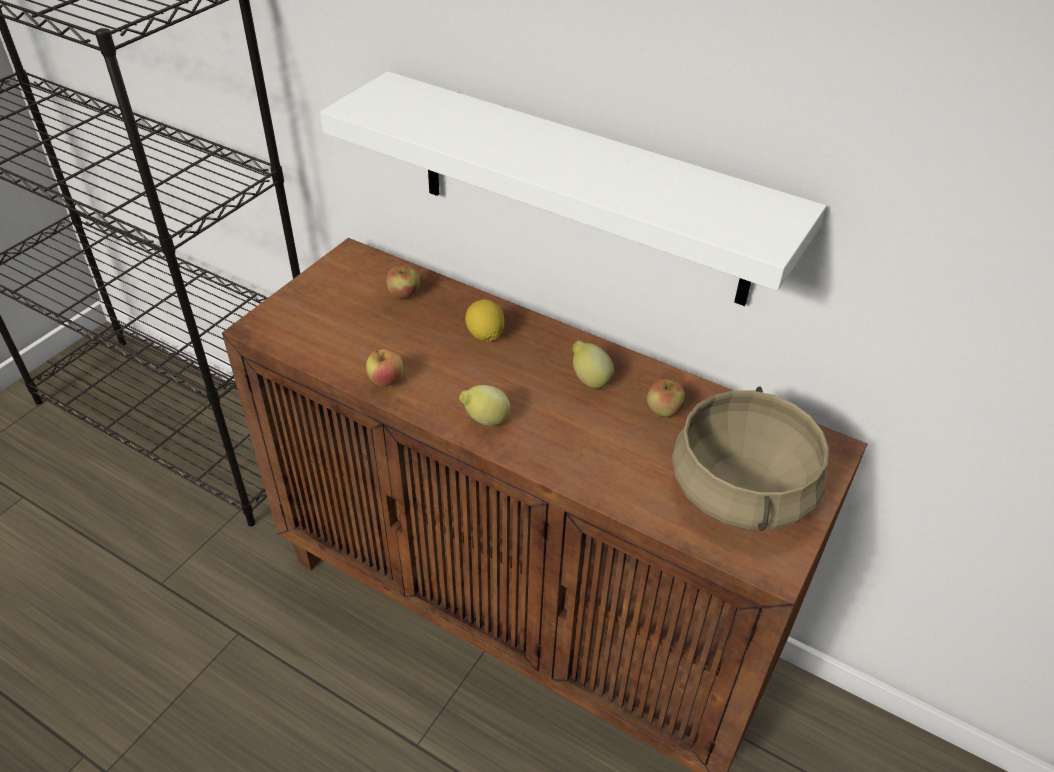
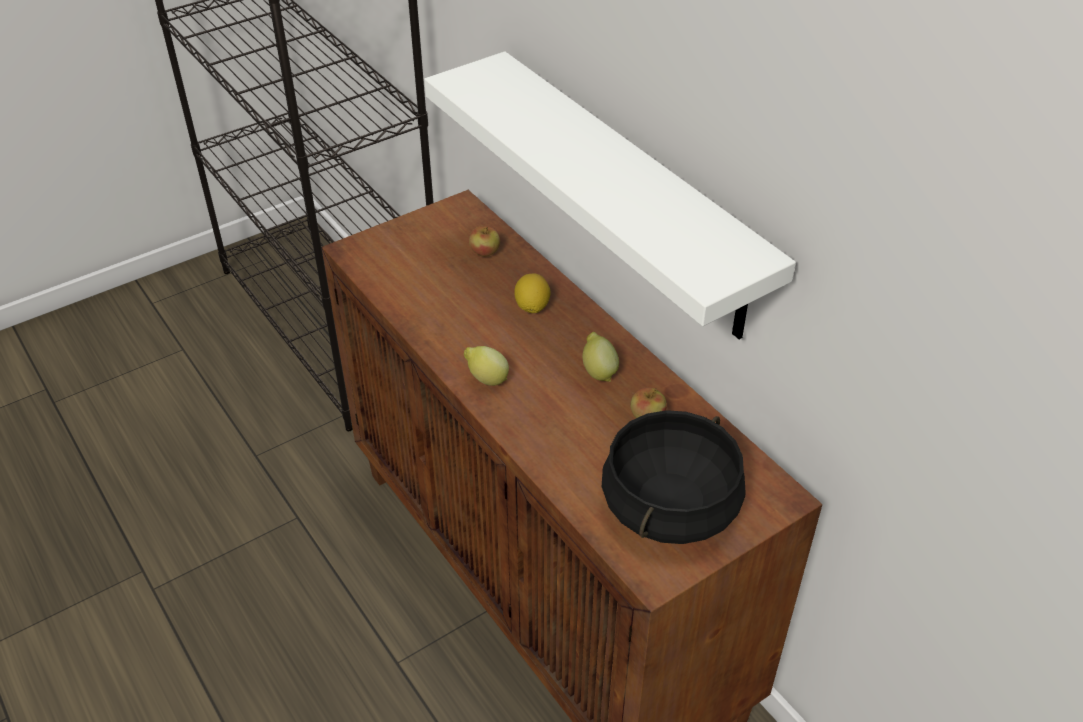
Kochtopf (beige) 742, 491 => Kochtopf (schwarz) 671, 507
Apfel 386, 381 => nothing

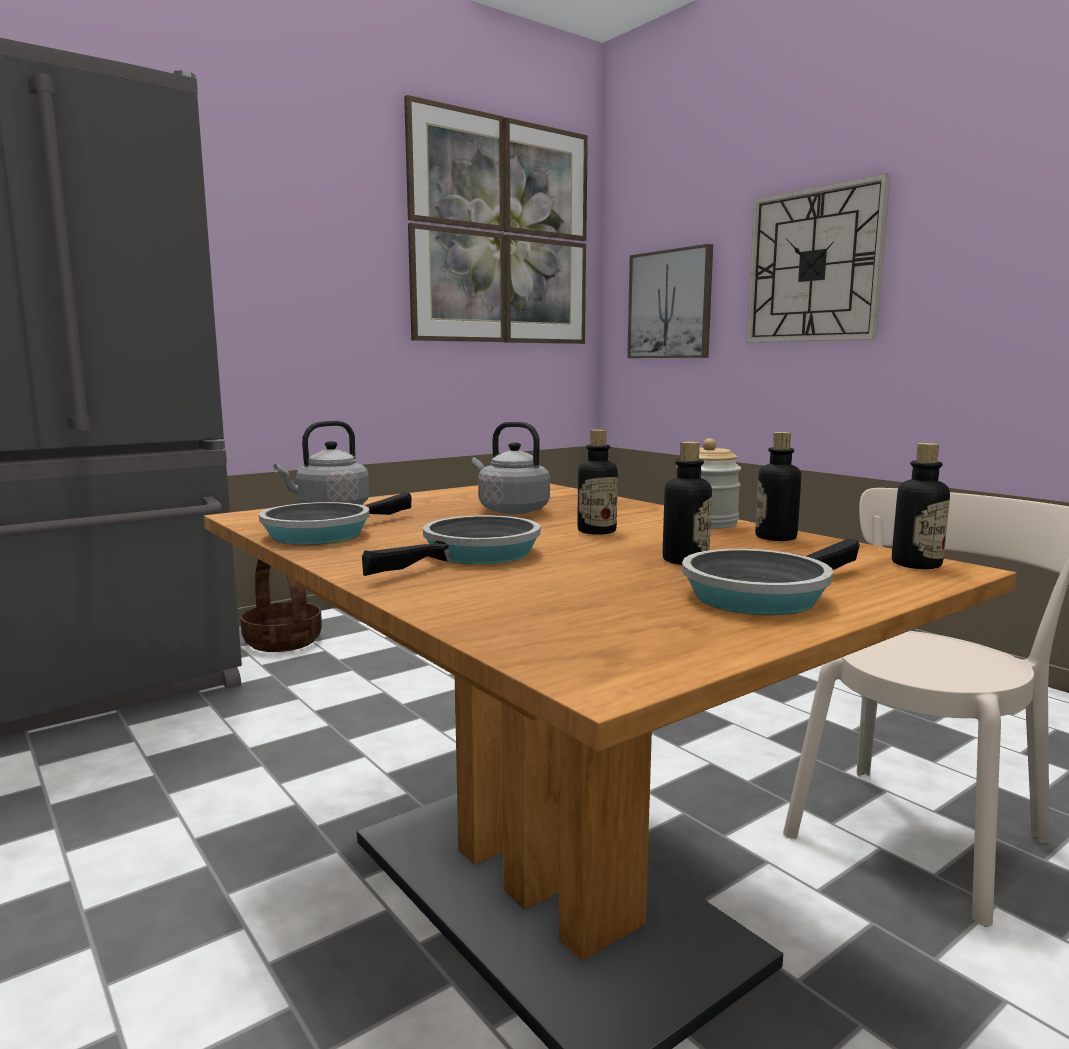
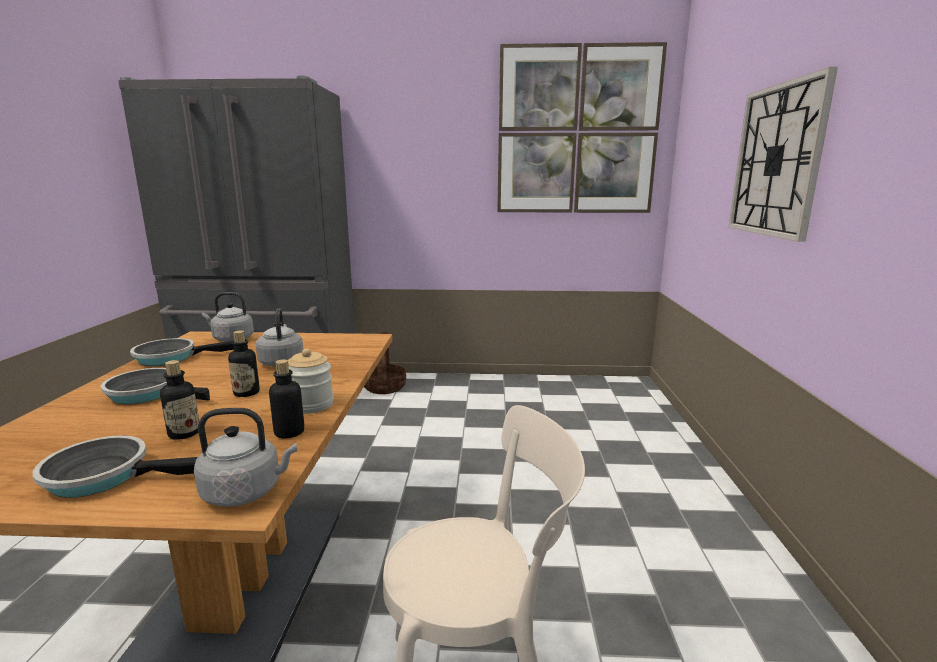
Pfanne 474, 555 => Pfanne 149, 393, 150 degrees counterclockwise
Flasche 916, 564 => Wasserkessel (grau) 246, 492
Bild 670, 304 => nothing

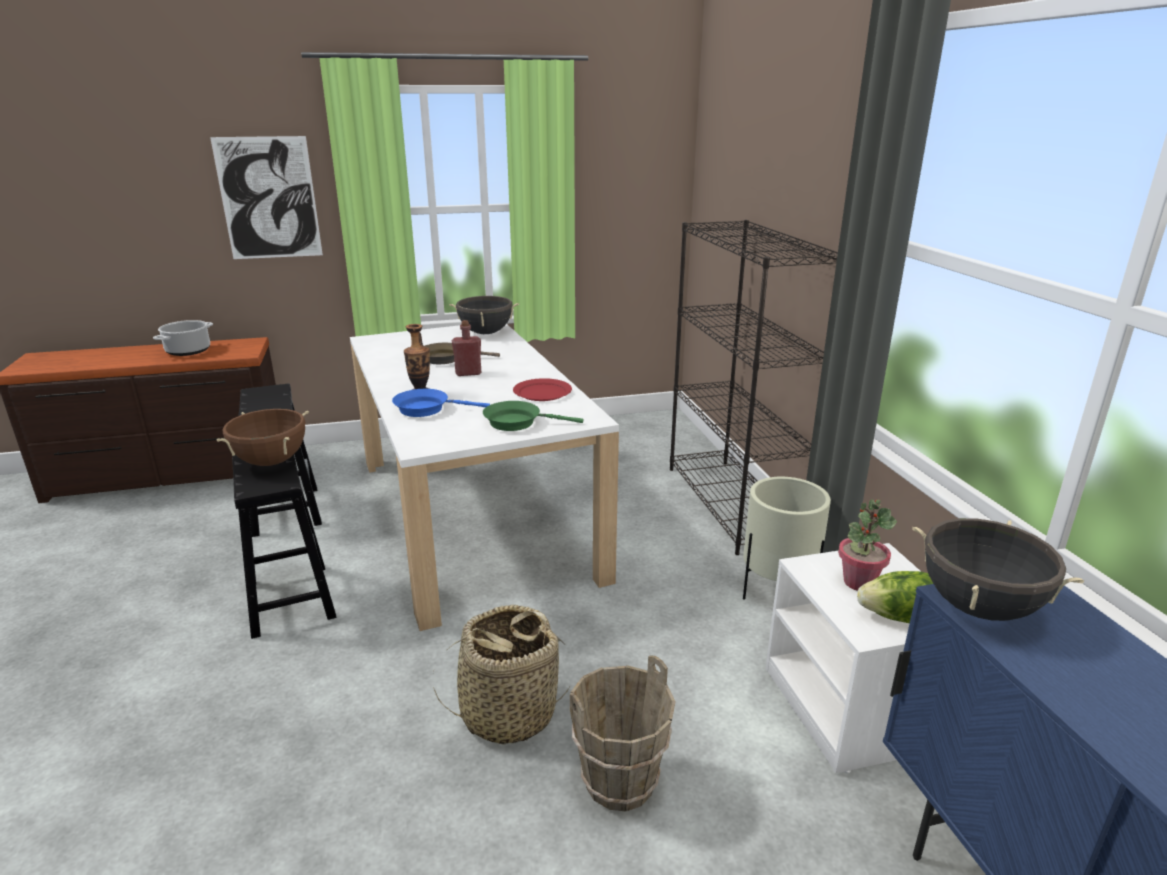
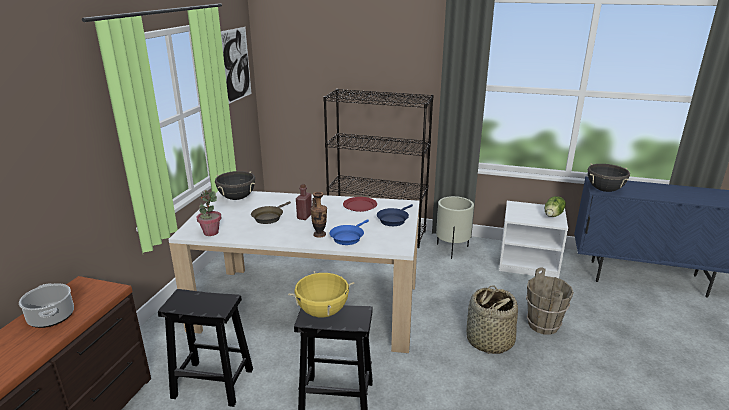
Topfpflanze 858, 582 => Topfpflanze 211, 232, relocated
Bild 269, 198 => Bild 236, 64, relocated
Kochtopf (braun) 271, 462 => Kochtopf (gelb) 323, 312
Pfanne (grün) 517, 422 => Pfanne (blau) 393, 219

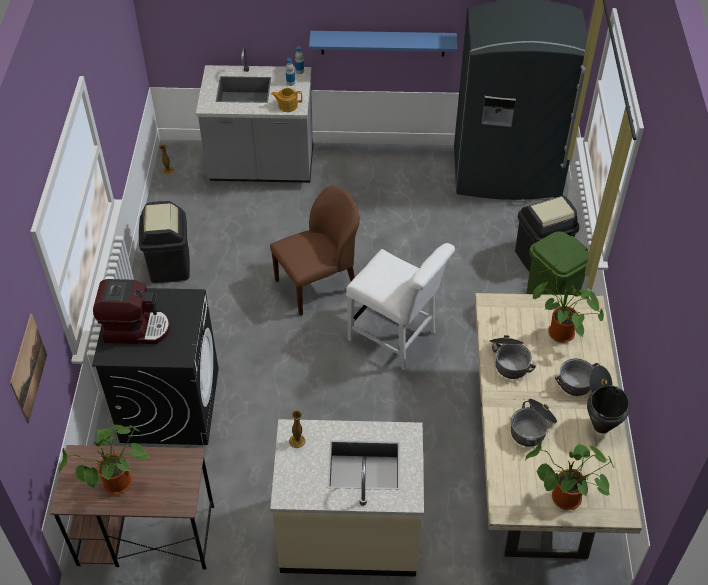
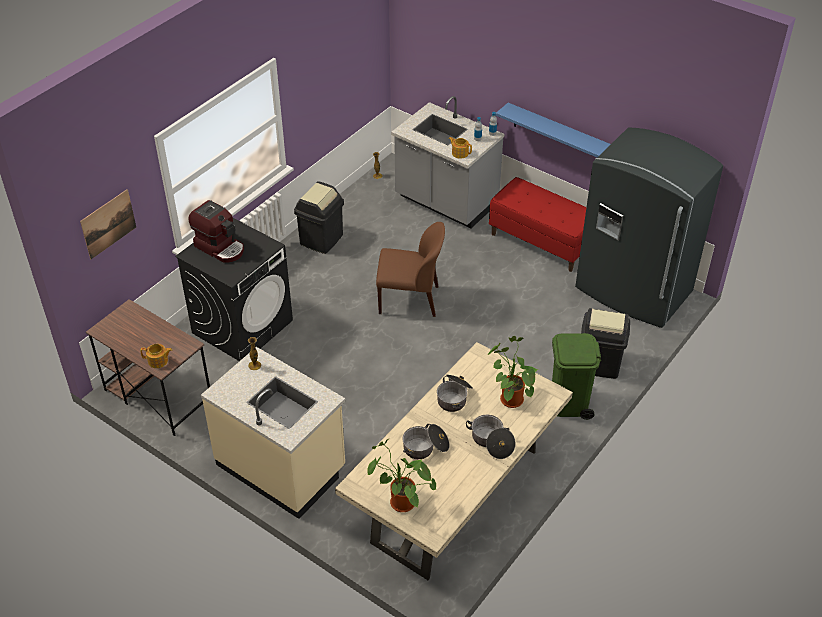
nothing => Teekanne 158, 361
nothing => Bank (rot) 541, 242
Topfpflanze 116, 486 => nothing
Stuhl (weiß) 396, 338 => nothing
Kochtopf (schwarz) 602, 426 => nothing

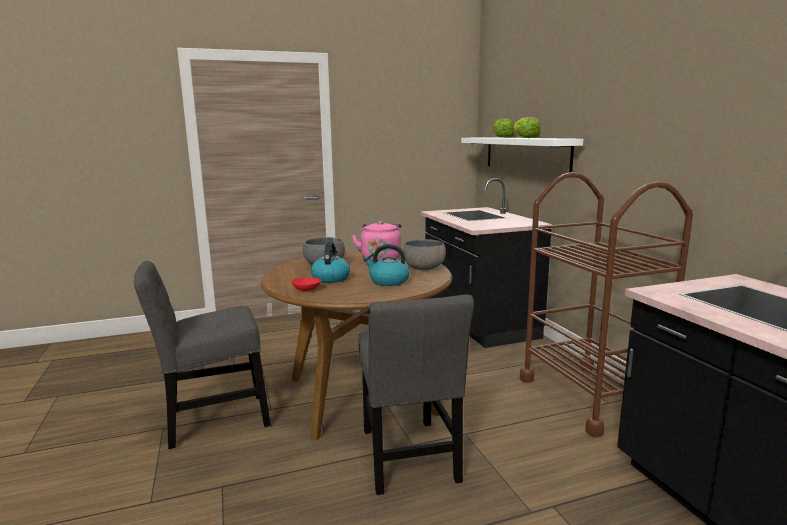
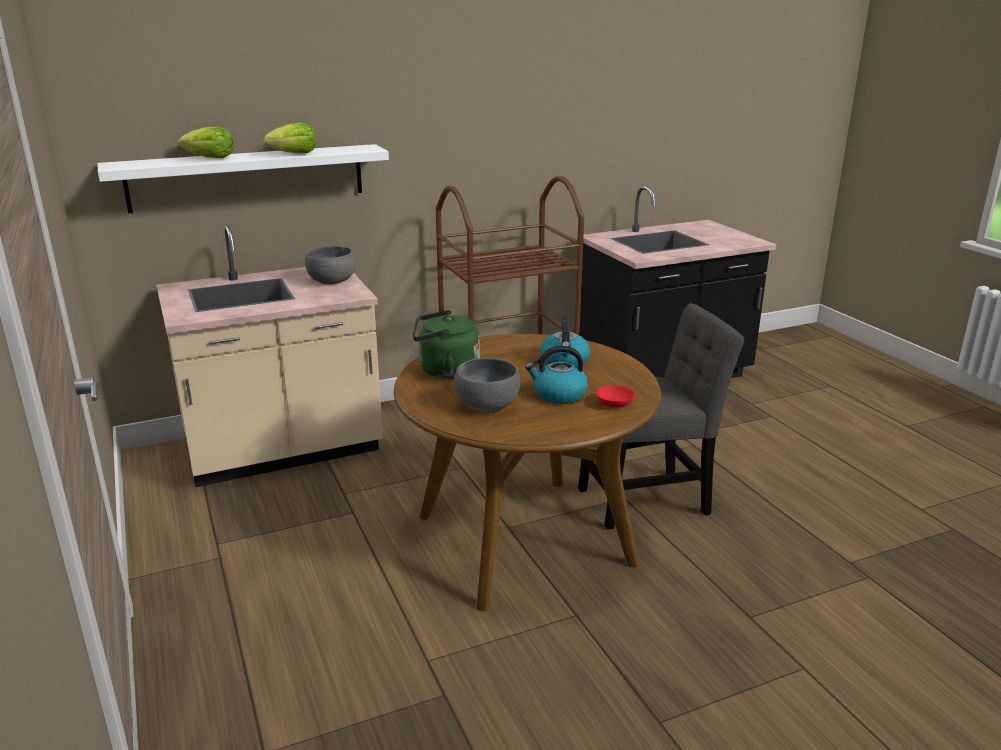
Küchenzeile (schwarz) 477, 323 => Küchenzeile (beige) 283, 451
Schüssel (grau) 424, 268 => Schüssel (grau) 332, 281, relocated
Wasserkessel (rosa) 380, 258 => Wasserkessel (grün) 445, 371
Stuhl (grau) 211, 420 => nothing

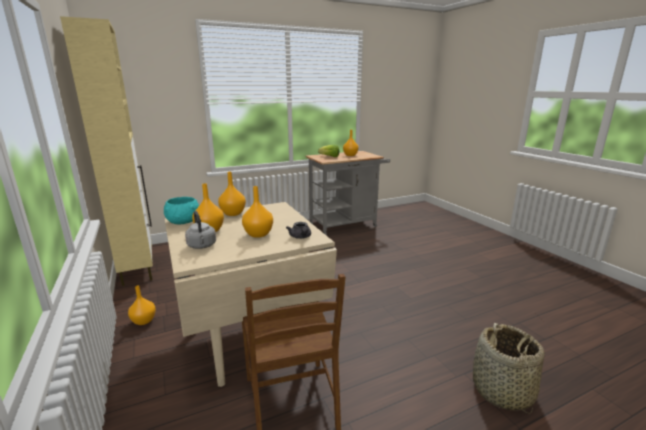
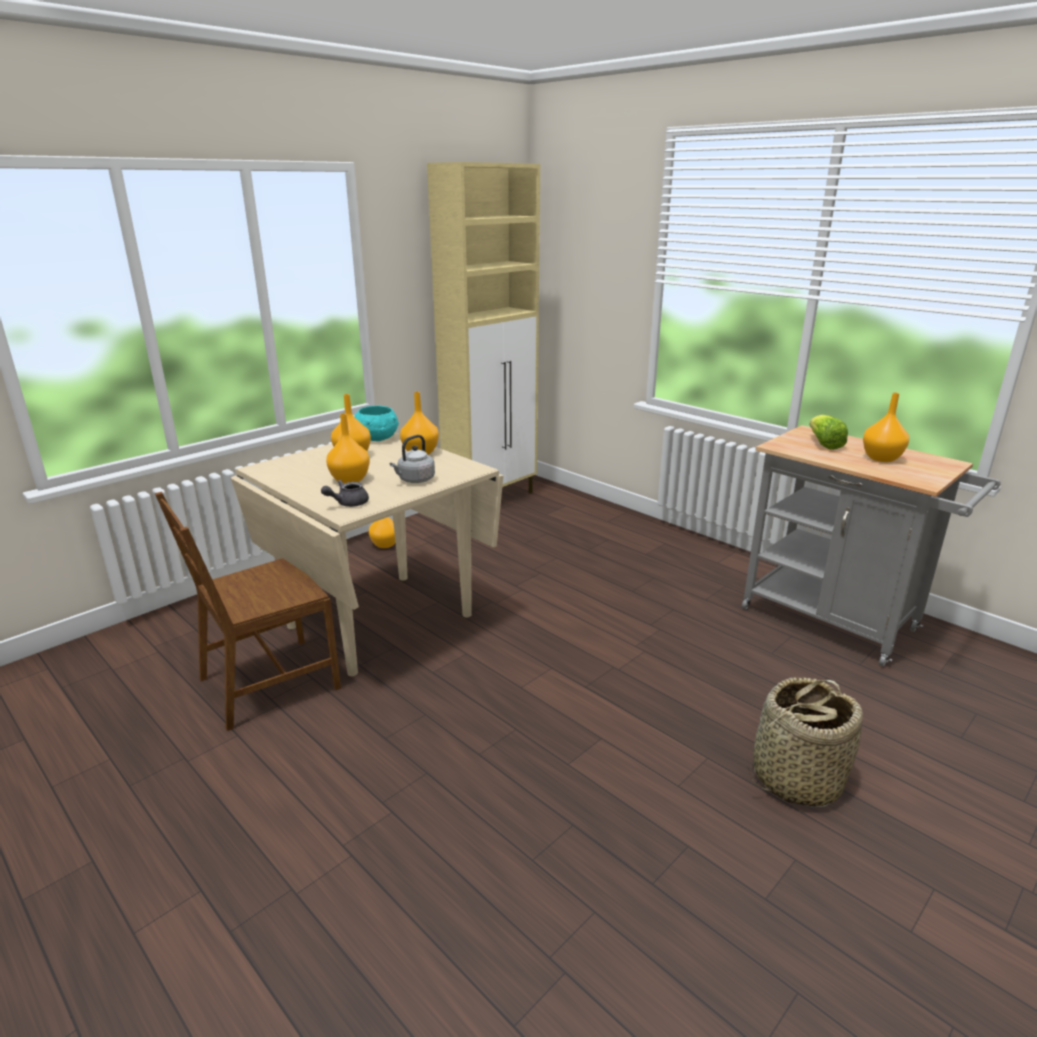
Wasserkessel (grau) 202, 246 => Wasserkessel (grau) 414, 480, relocated
Korb 502, 391 => Korb 795, 778, relocated

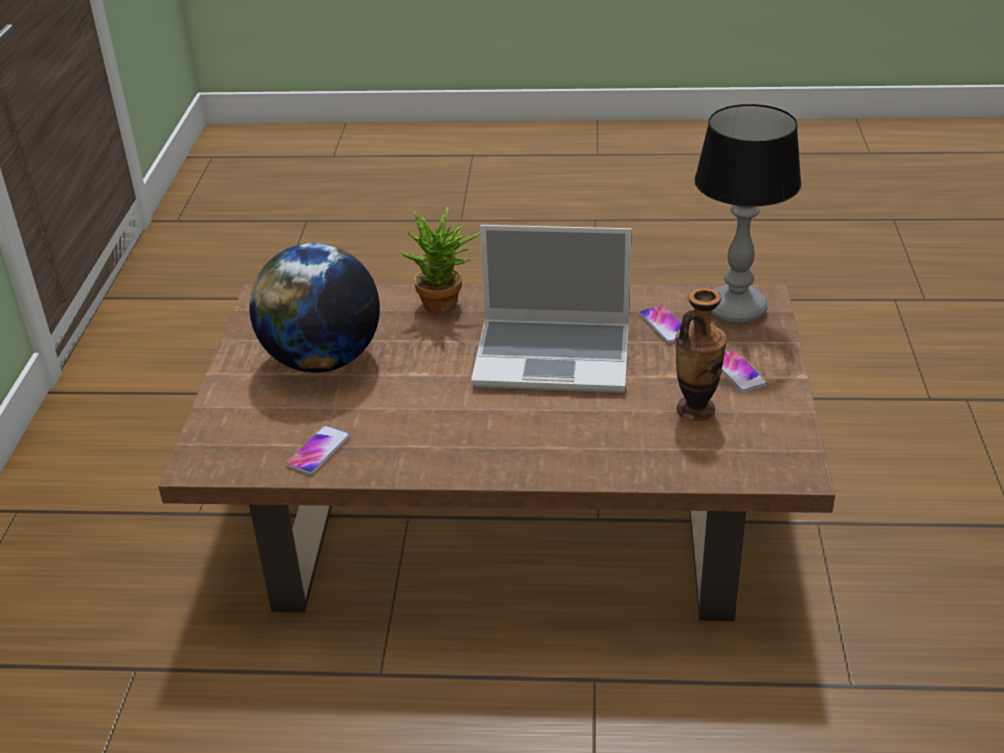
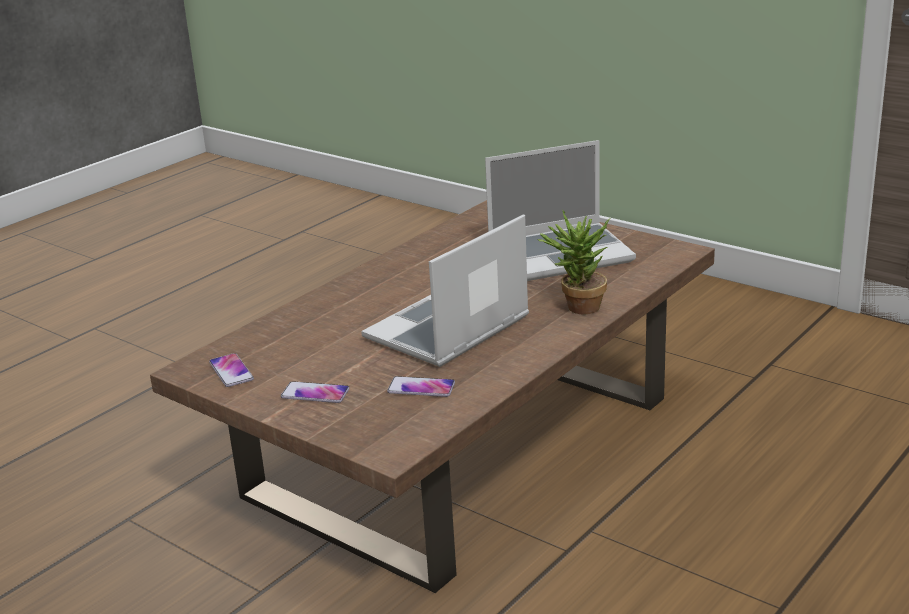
Handy 318, 451 => Handy 231, 371, relocated
Globus 322, 360 => Laptop 561, 254
Vase 696, 410 => nothing
Tischlampe 737, 310 => nothing

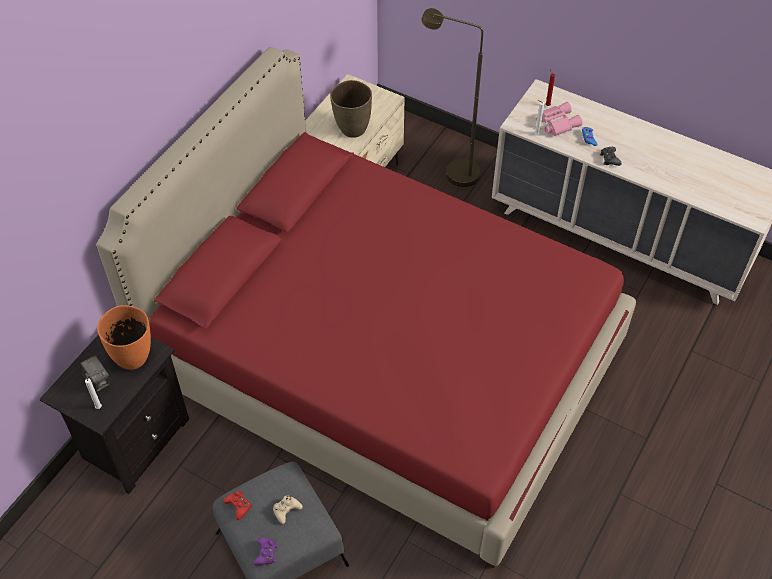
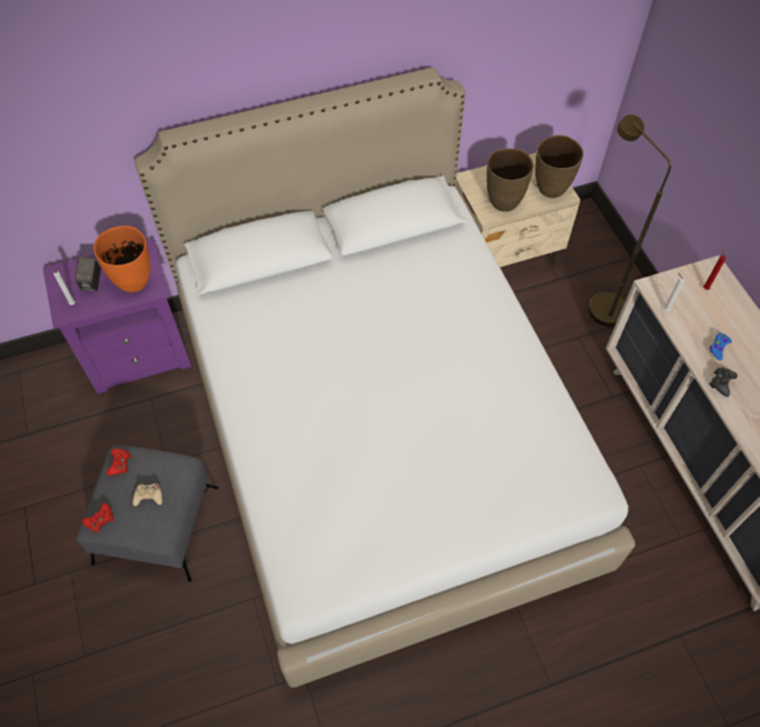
Nachttisch (schwarz) 133, 440 => Nachttisch (lila) 139, 354
Gamepad (lila) 266, 553 => Gamepad (rot) 100, 520
Bett (rot) 385, 364 => Bett (weiß) 379, 432
nothing => Vase (braun) 551, 189
Fernglas (rosa) 556, 123 => nothing

